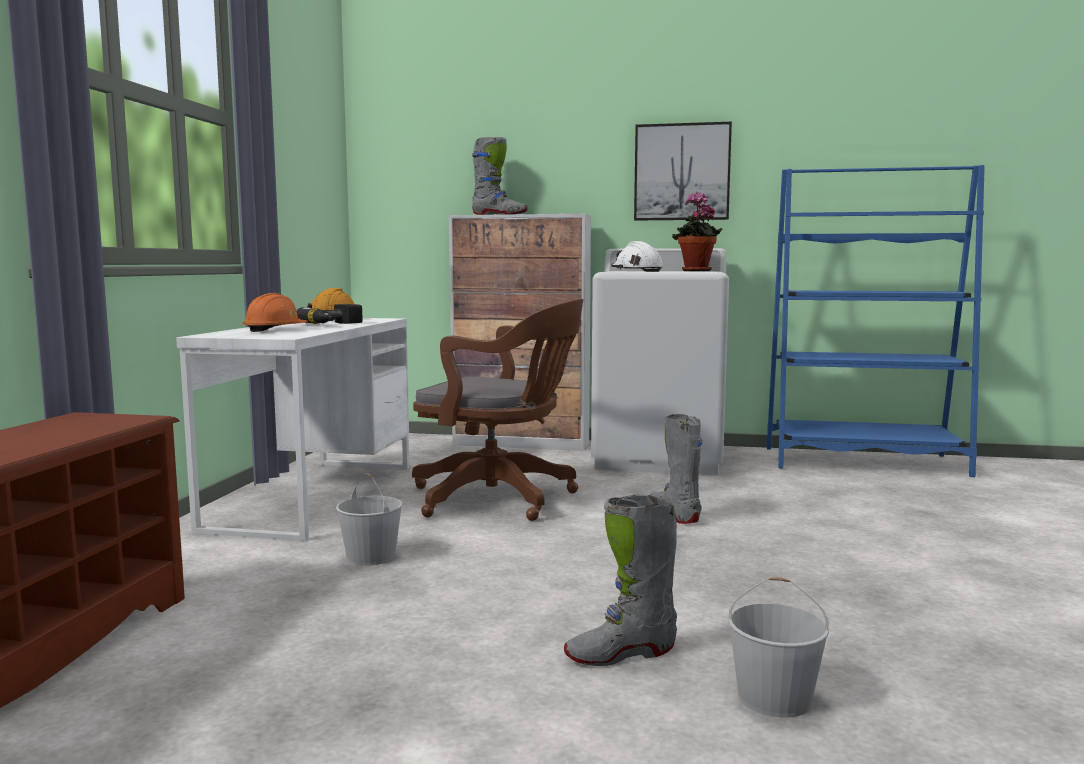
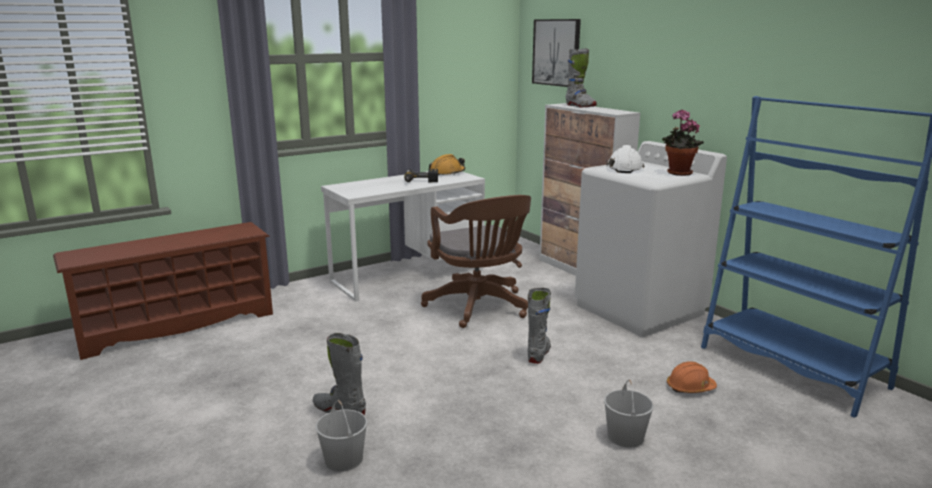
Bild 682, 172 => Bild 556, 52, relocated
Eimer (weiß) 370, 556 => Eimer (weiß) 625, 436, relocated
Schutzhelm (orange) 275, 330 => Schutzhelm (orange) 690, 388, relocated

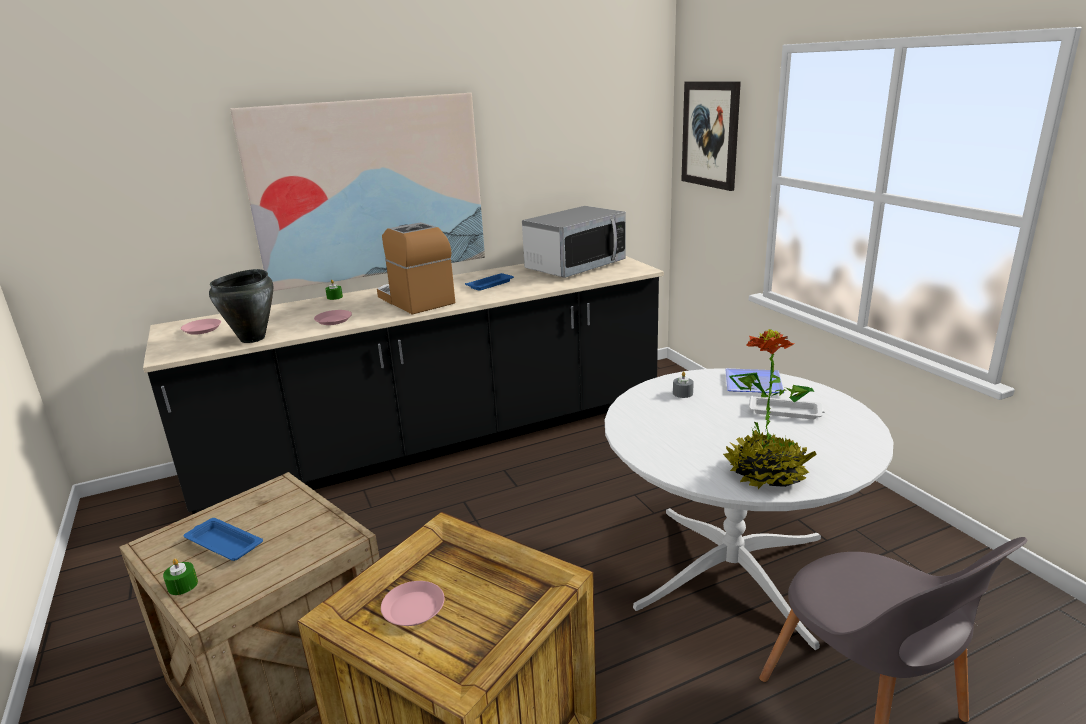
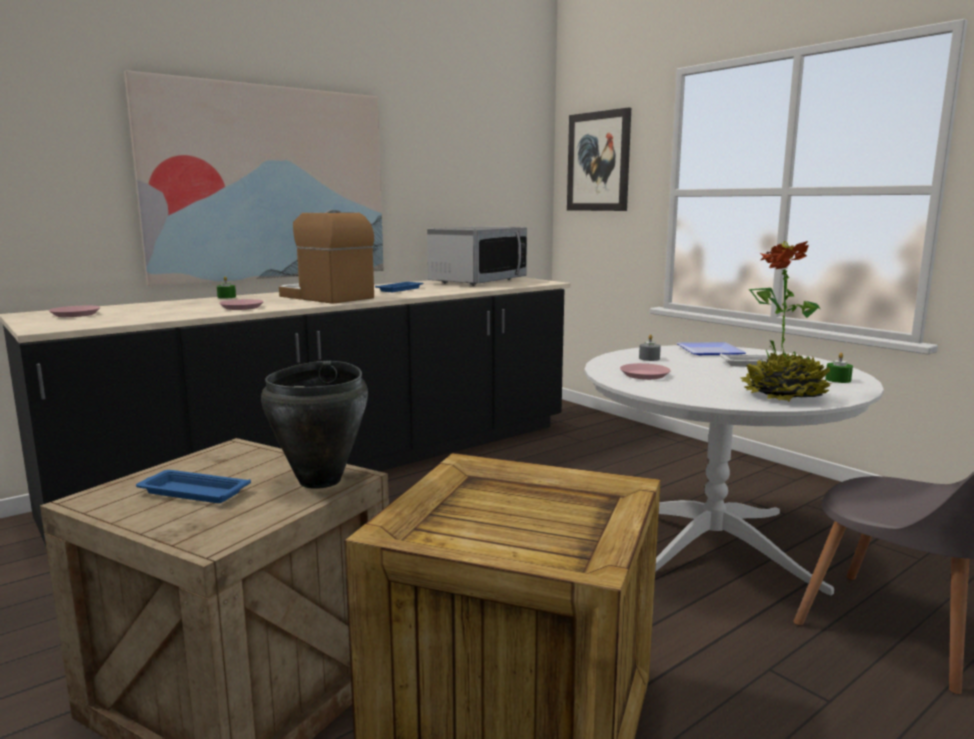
Kochtopf (schwarz) 253, 338 => Kochtopf (schwarz) 321, 480, relocated
Teller (rosa) 413, 608 => Teller (rosa) 644, 375, relocated
Kerze (grün) 183, 585 => Kerze (grün) 838, 380, relocated

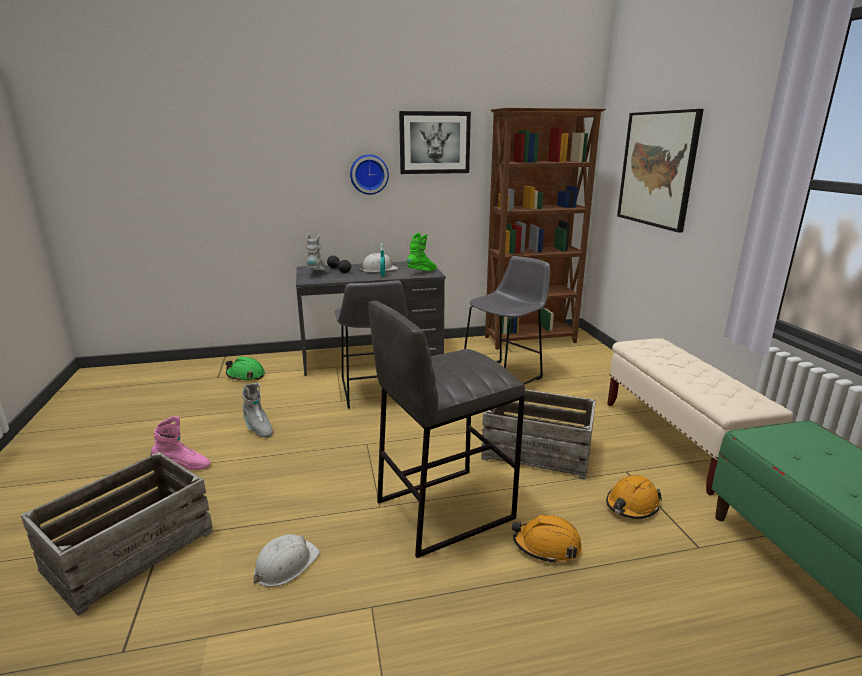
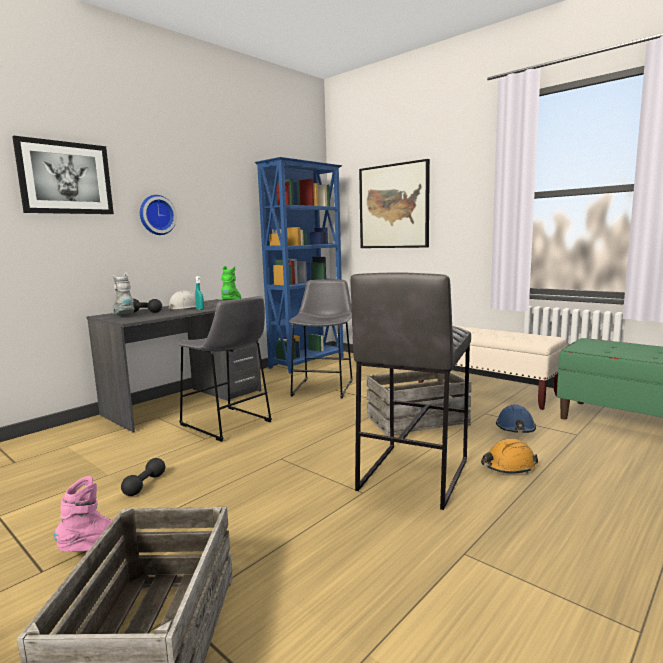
Bild 434, 143 => Bild 65, 178, relocated
Stiefel (grau) 258, 428 => Hantel (schwarz) 145, 485
Bücherregal (braun) 531, 340 => Bücherregal (blau) 308, 362
Schutzhelm (orange) 632, 505 => Schutzhelm (blau) 515, 428
Schutzhelm (grün) 245, 375 => nothing
Schutzhelm (weiß) 285, 564 => nothing

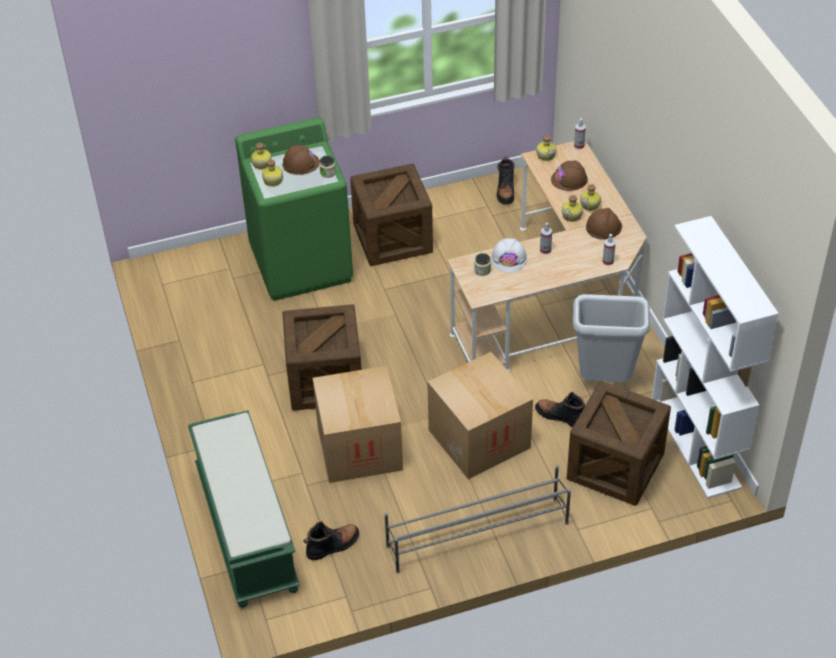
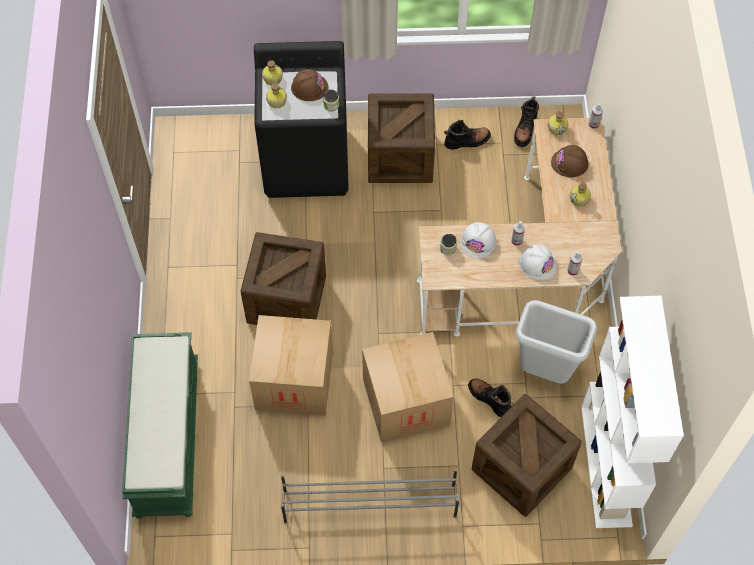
Waschmaschine (grün) 302, 263 => Waschmaschine (schwarz) 307, 163
Stiefel (schwarz) 333, 545 => Stiefel (schwarz) 467, 141, relocated
nothing => Schutzhelm (weiß) 537, 263
Flasche 572, 216 => nothing
Schutzhelm (braun) 603, 227 => nothing

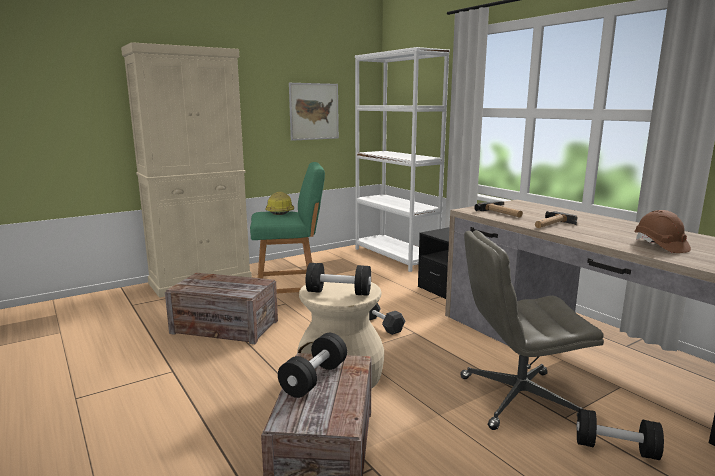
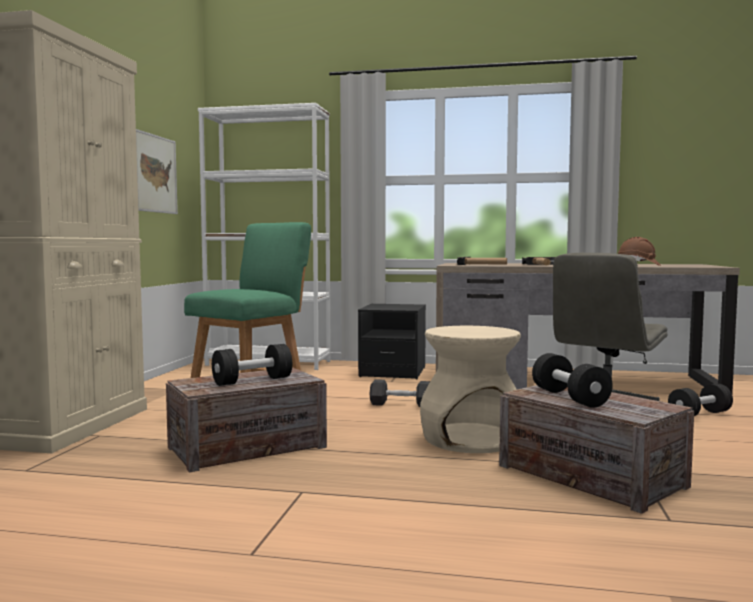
Hantel (schwarz) 339, 292 => Hantel (schwarz) 252, 381, relocated
Schutzhelm 280, 211 => nothing

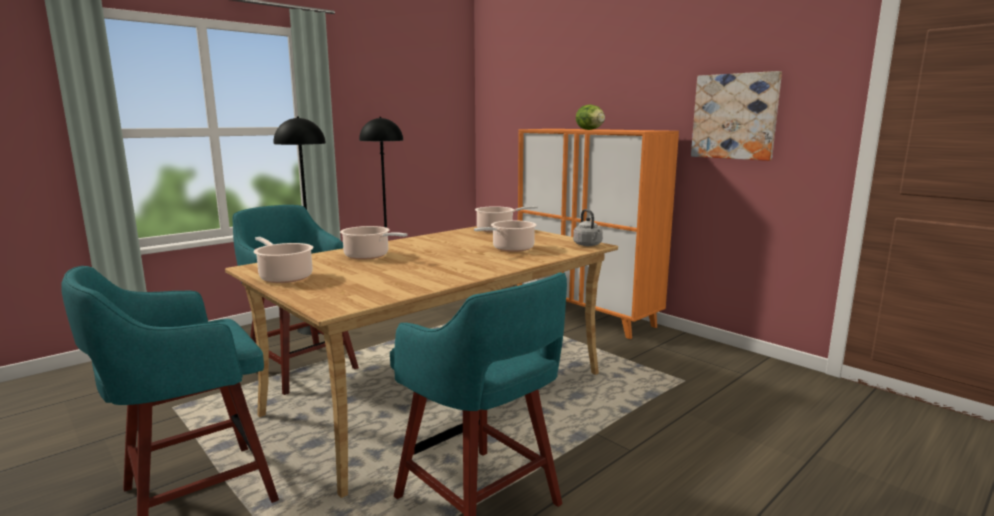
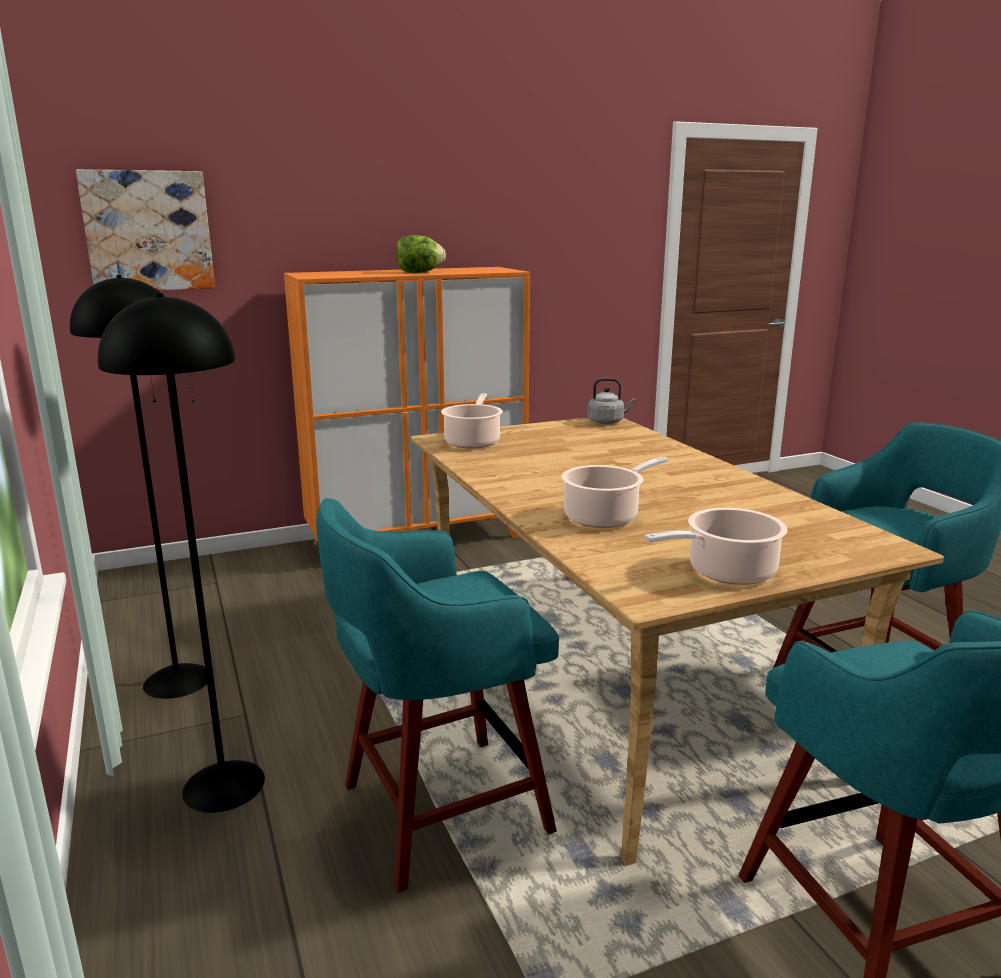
Bild 735, 116 => Bild 148, 231, relocated
Kochtopf 511, 249 => nothing

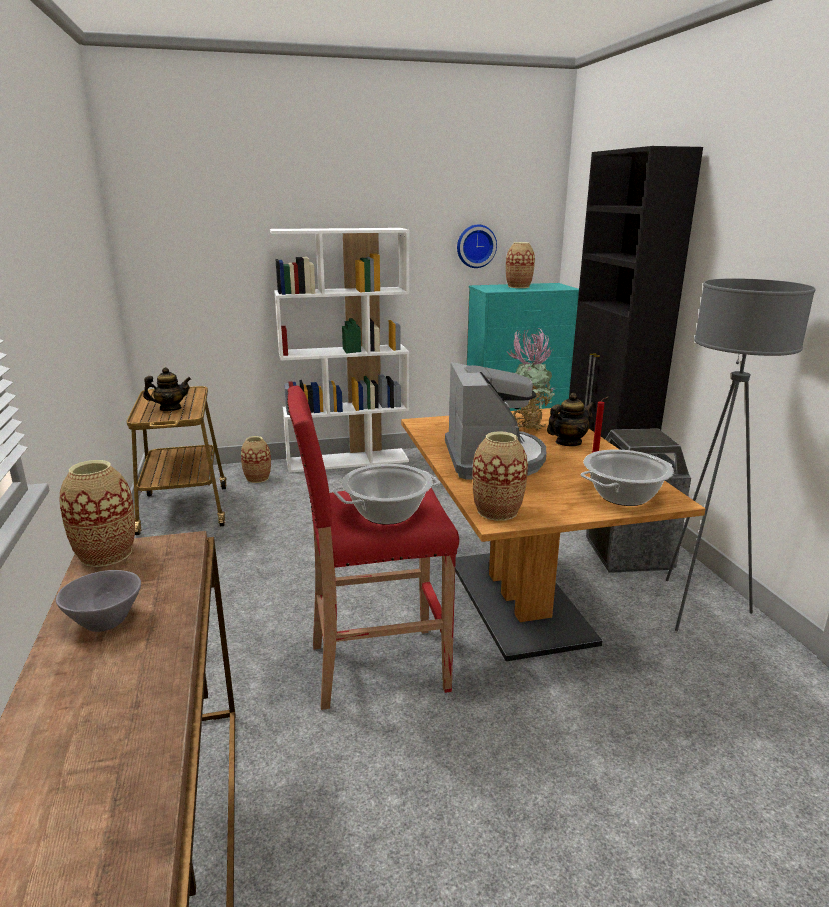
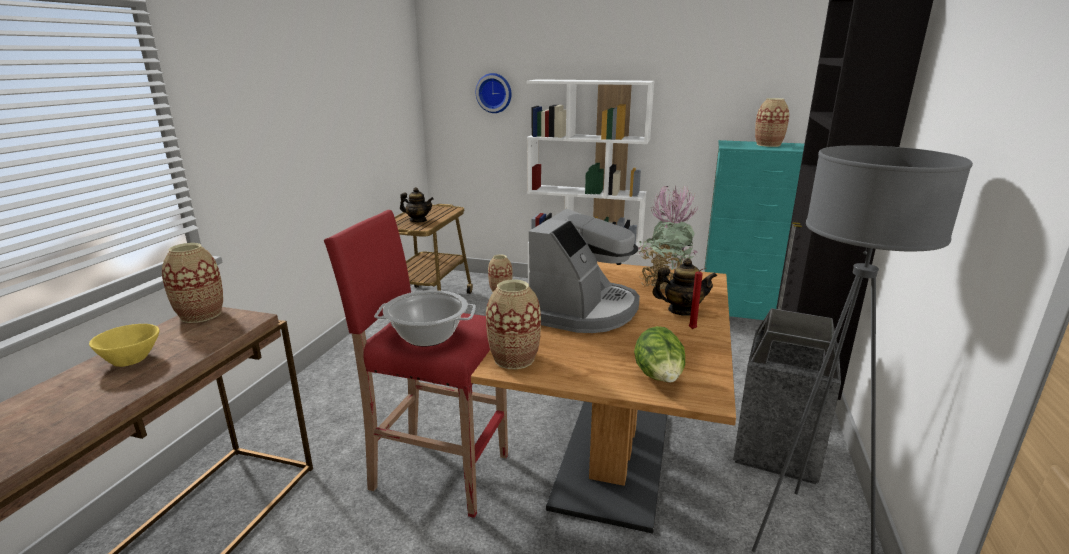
Schüssel (grau) 107, 619 => Schüssel (gelb) 133, 359
Wanduhr 475, 246 => Wanduhr 494, 93, relocated
Kochtopf 623, 496 => Salatkopf 659, 378

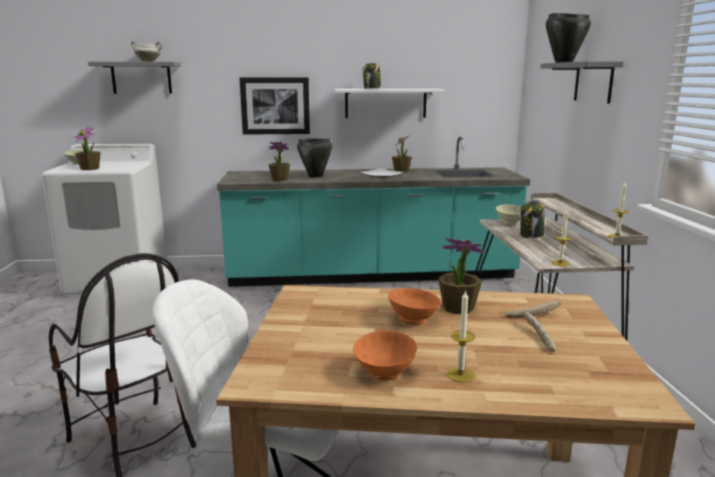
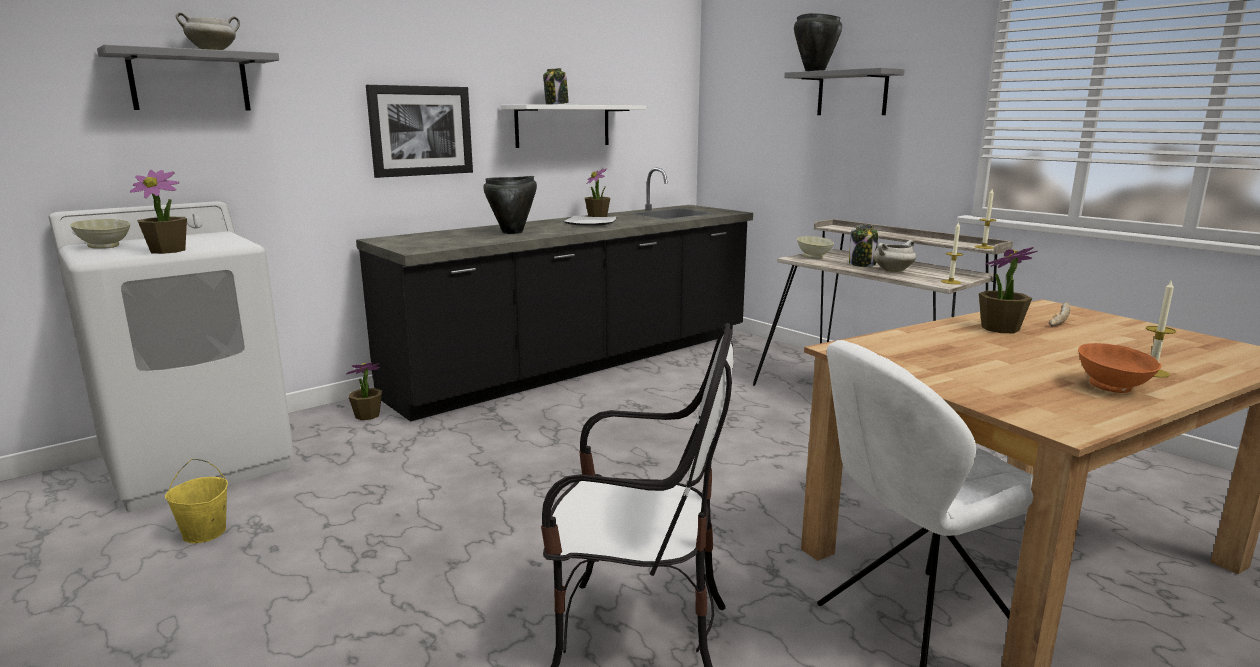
nothing => Eimer (gelb) 205, 533
Topfpflanze 279, 179 => Topfpflanze 367, 415, relocated
Küchenzeile (türkis) 372, 275 => Küchenzeile (schwarz) 581, 364
nothing => Kochtopf (weiß) 893, 271
Schüssel (orange) 414, 320 => nothing
Brot 537, 337 => nothing

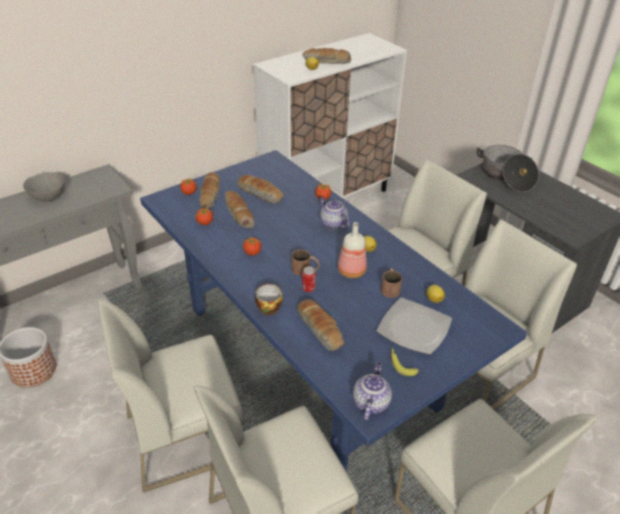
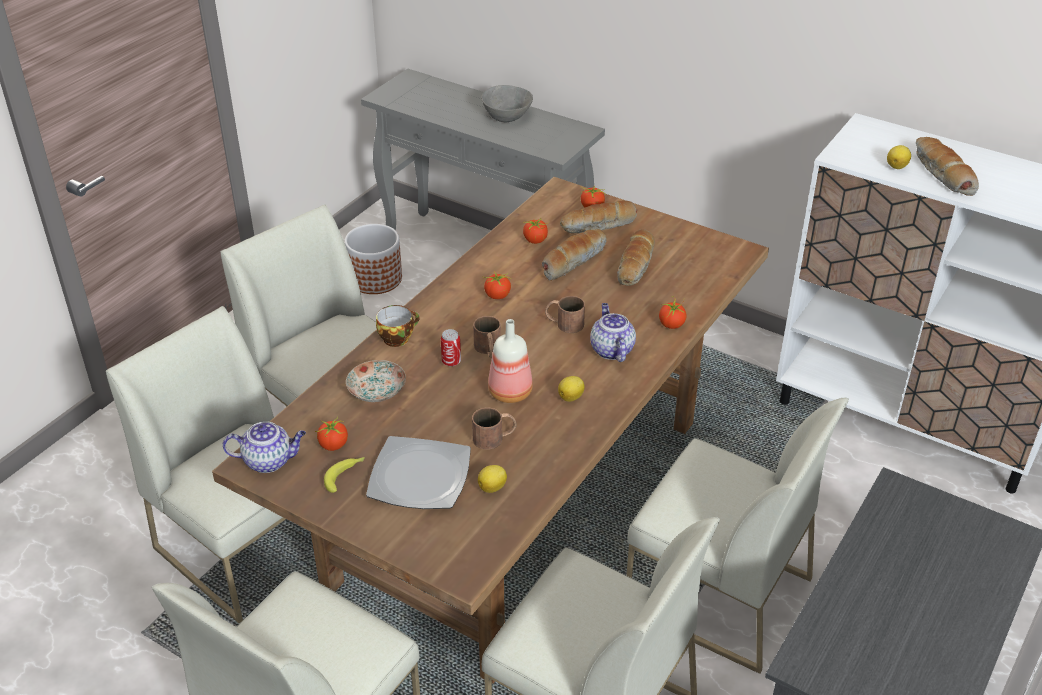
Esstisch (blau) 306, 354 => Esstisch (braun) 521, 499
nothing => Tomate 333, 445
Brot 321, 330 => Teller 377, 391
nothing => Henkelbecher (braun) 564, 323
Teekanne 332, 224 => Teekanne 611, 350, 45 degrees counterclockwise
Kochtopf 505, 176 => nothing

